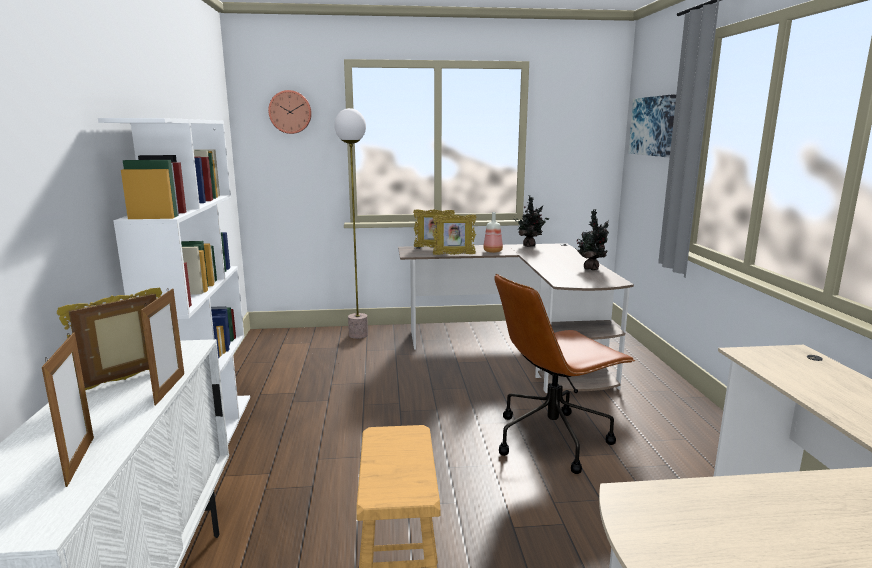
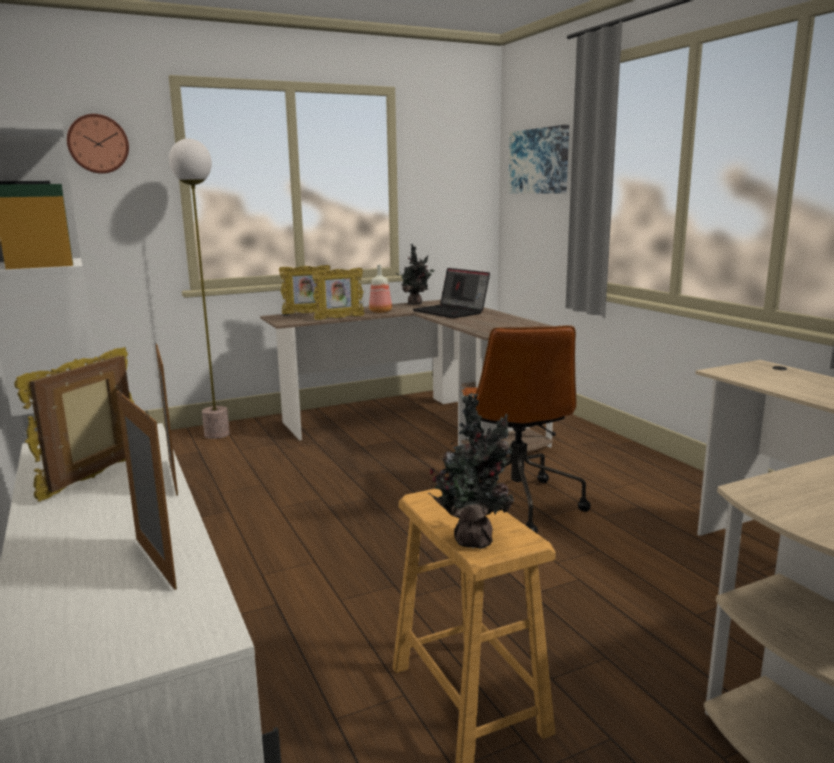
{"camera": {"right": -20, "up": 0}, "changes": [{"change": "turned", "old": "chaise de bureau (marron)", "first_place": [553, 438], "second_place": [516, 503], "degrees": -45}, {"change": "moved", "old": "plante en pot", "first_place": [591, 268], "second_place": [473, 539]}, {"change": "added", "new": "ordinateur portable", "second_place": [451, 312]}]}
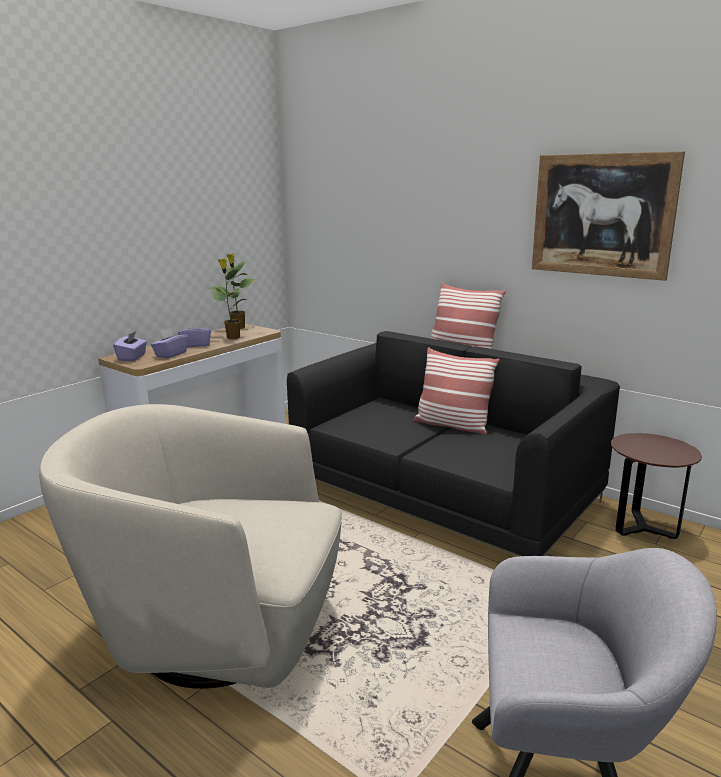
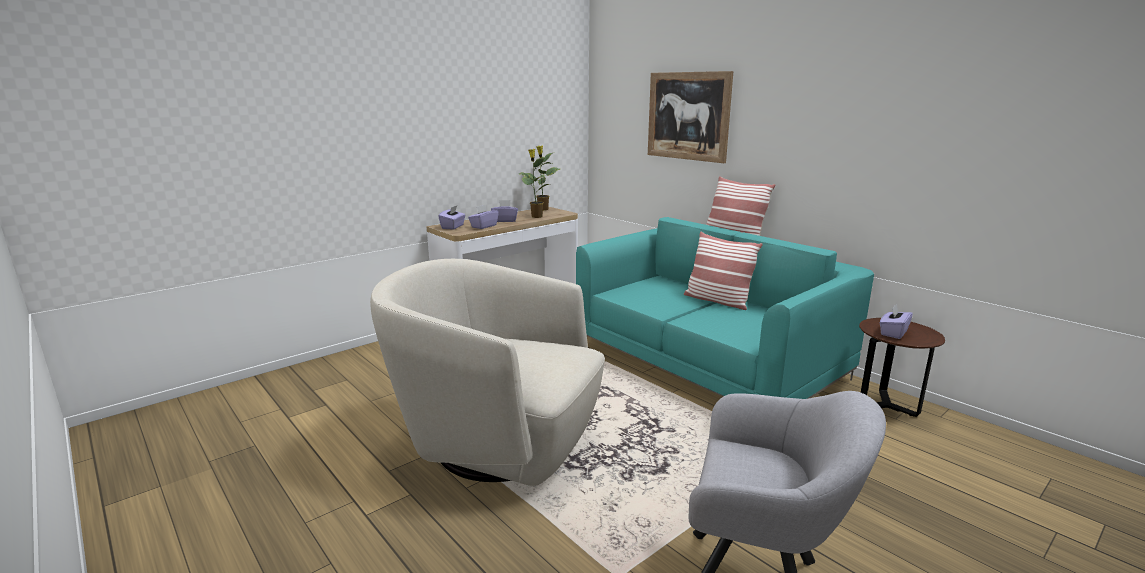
{"camera": {"right": 10, "up": 0}, "changes": [{"change": "recoloured", "old": "canapé (noir)", "new": "canapé (turquoise)", "first_place": [444, 491], "second_place": [707, 359]}, {"change": "moved", "old": "tableau", "first_place": [602, 215], "second_place": [688, 116]}, {"change": "added", "new": "boîte à mouchoirs (violet)", "second_place": [893, 332]}]}
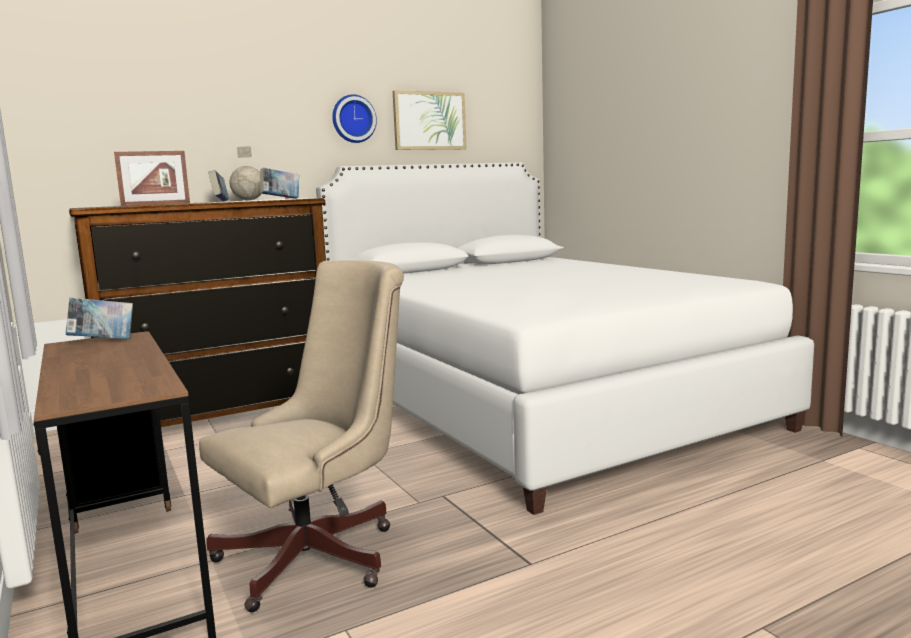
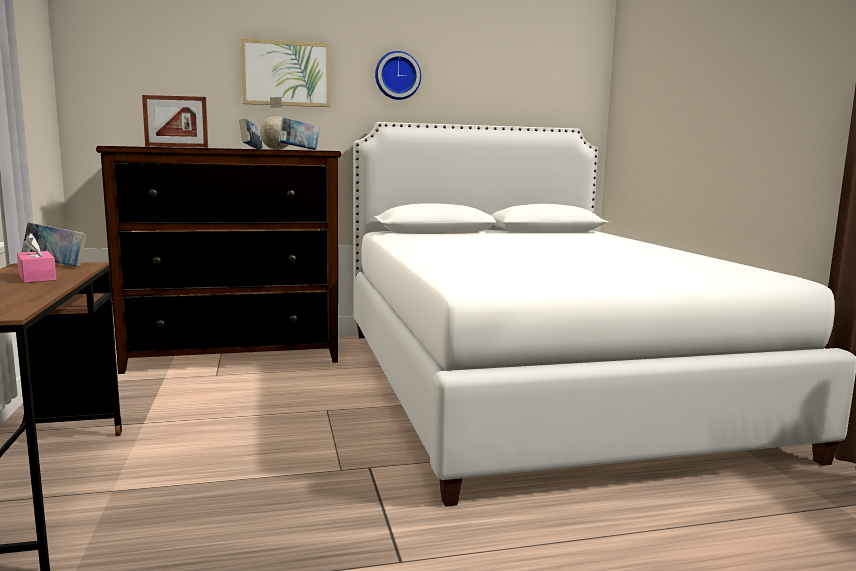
{"camera": {"right": 15, "up": 0}, "changes": [{"change": "removed", "old": "chaise de bureau (beige)", "first_place": [320, 554]}, {"change": "moved", "old": "tableau", "first_place": [429, 121], "second_place": [286, 74]}, {"change": "added", "new": "boîte à mouchoirs (rose)", "second_place": [37, 277]}]}
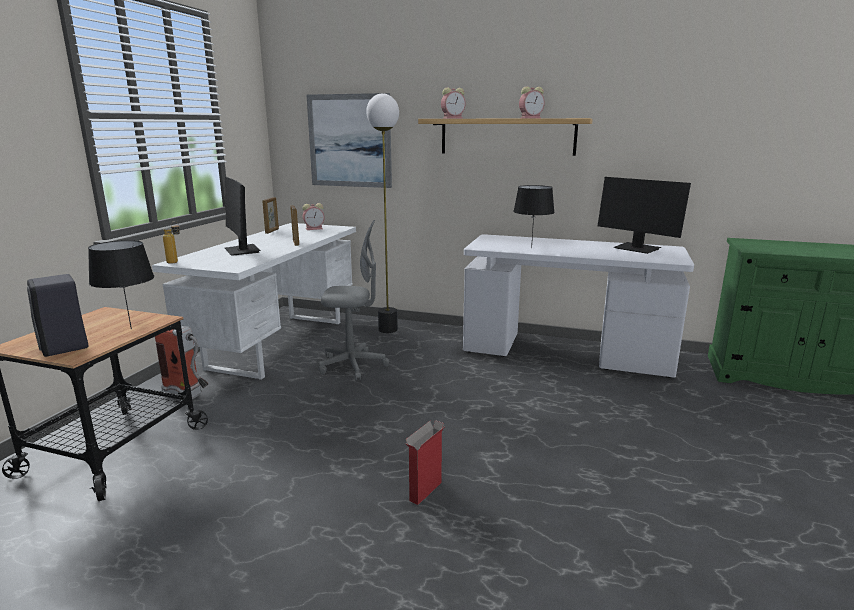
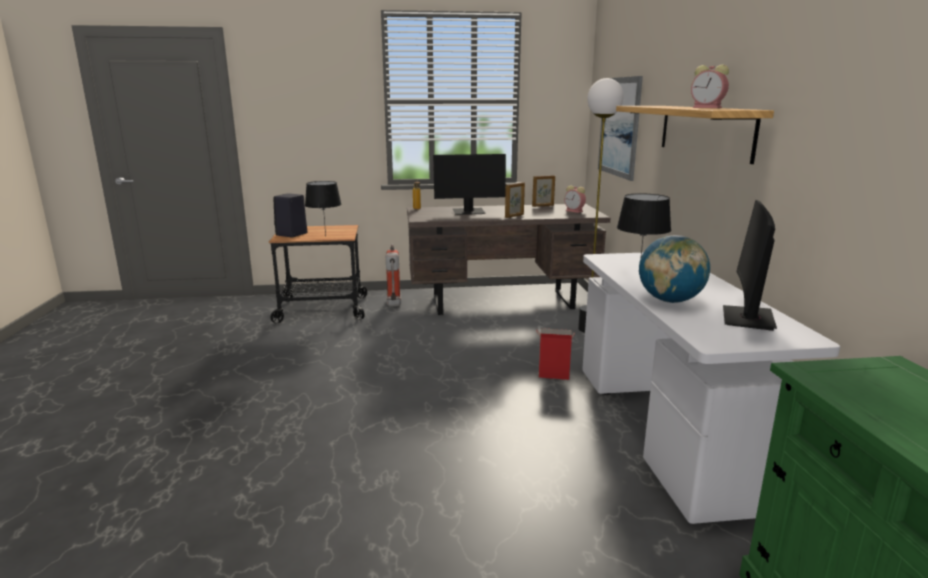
{"camera": {"right": 65, "up": 0}, "changes": [{"change": "recoloured", "old": "bureau (blanc)", "new": "bureau (marron)", "first_place": [278, 343], "second_place": [503, 302]}, {"change": "turned", "old": "écran d'ordinateur", "first_place": [242, 250], "second_place": [468, 212], "degrees": -135}, {"change": "removed", "old": "chaise de bureau (gris)", "first_place": [352, 365]}, {"change": "moved", "old": "carton", "first_place": [425, 492], "second_place": [553, 377]}, {"change": "removed", "old": "réveil", "first_place": [453, 118]}, {"change": "added", "new": "globe", "second_place": [670, 301]}]}
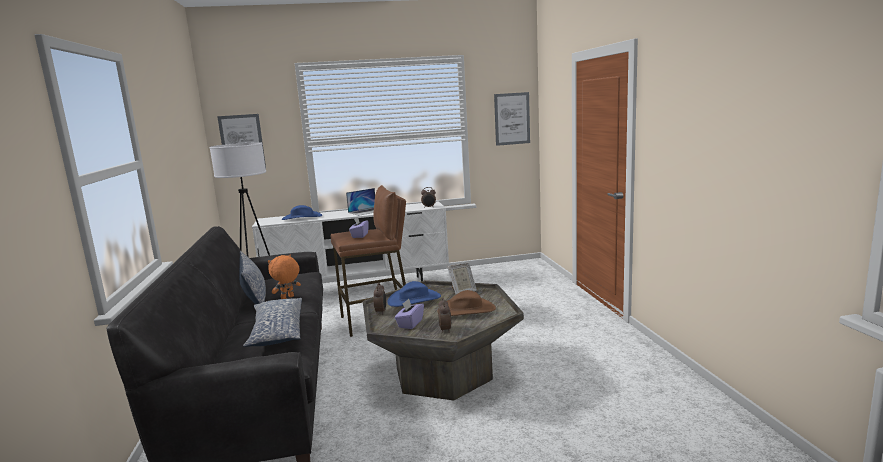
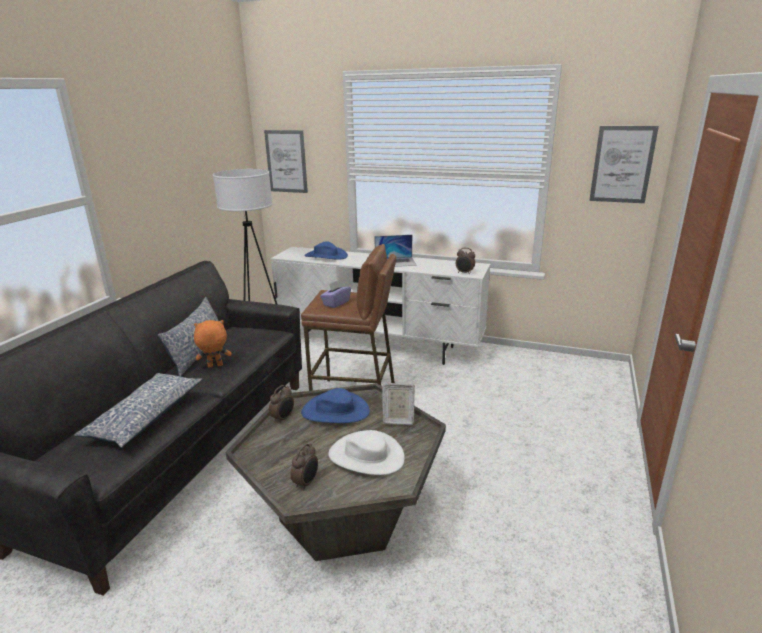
{"camera": {"right": 30, "up": 10}, "changes": [{"change": "removed", "old": "boîte à mouchoirs (violet)", "first_place": [410, 323]}, {"change": "recoloured", "old": "chapeau (marron)", "new": "chapeau (blanc)", "first_place": [466, 310], "second_place": [366, 456]}]}
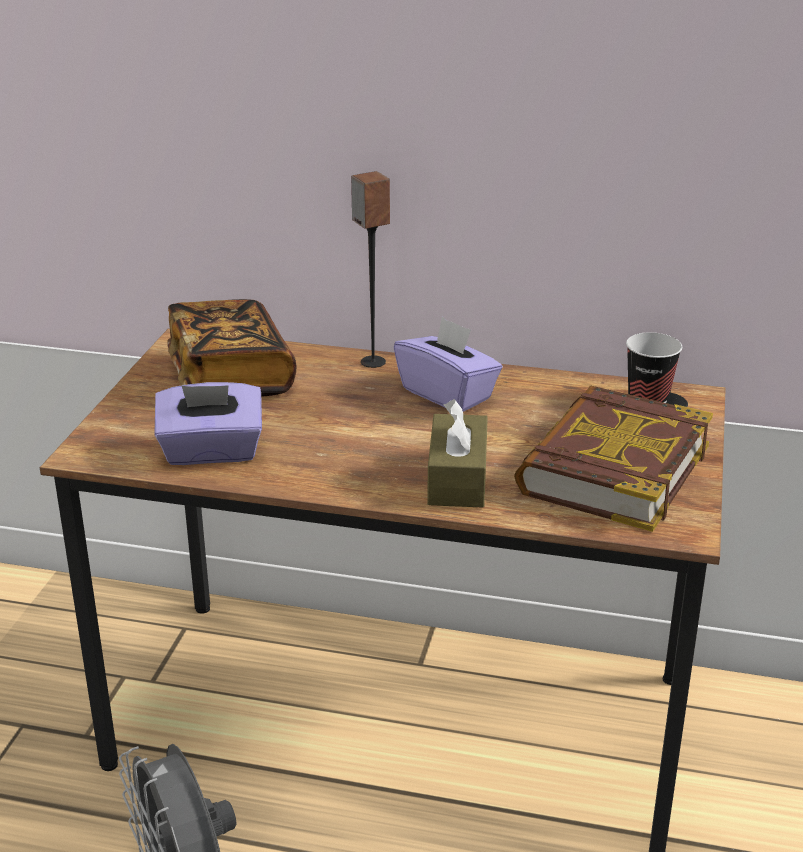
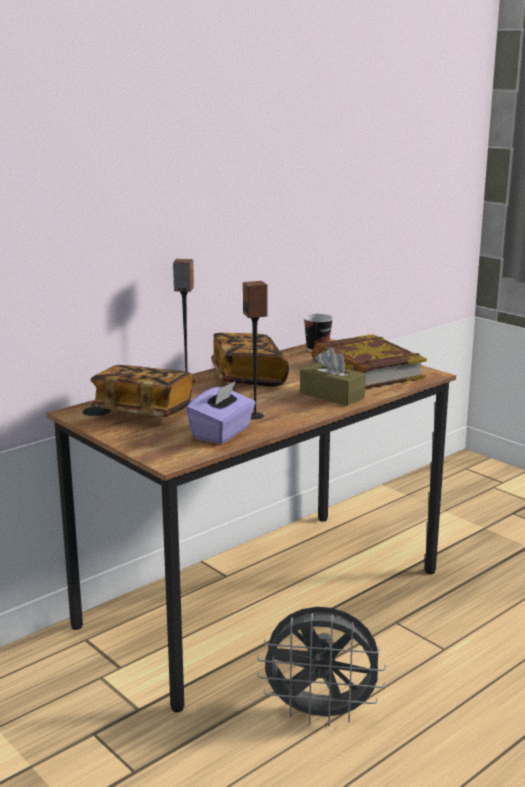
{"camera": {"right": -55, "up": -10}, "changes": [{"change": "replaced", "old": "boîte à mouchoirs (violet)", "new": "livre", "first_place": [447, 394], "second_place": [248, 377]}, {"change": "added", "new": "enceinte", "second_place": [255, 416]}]}
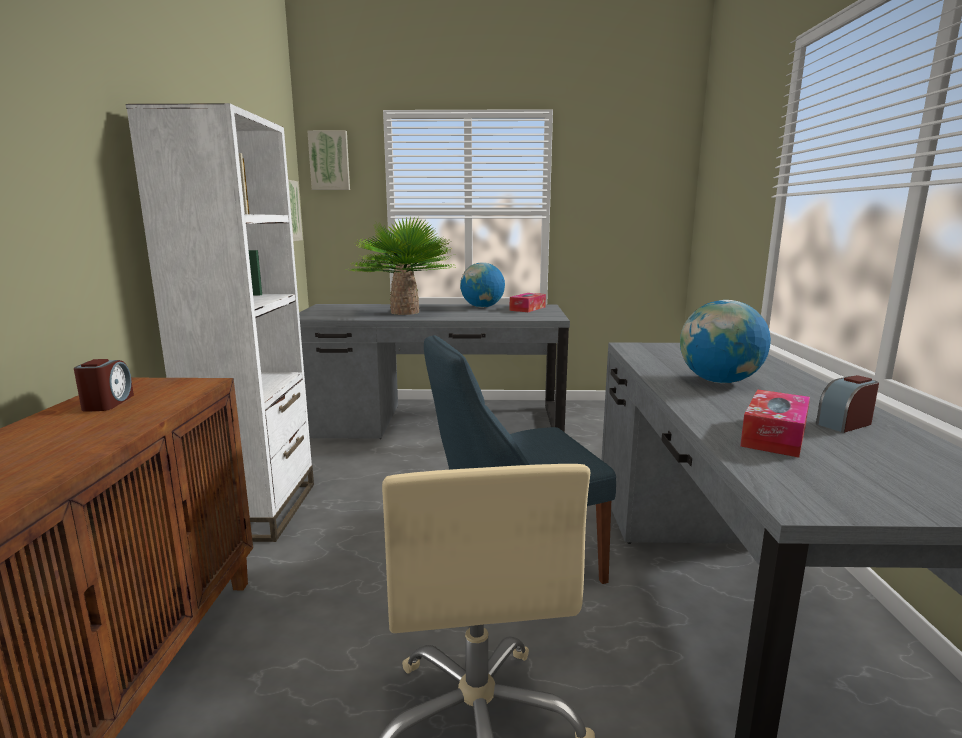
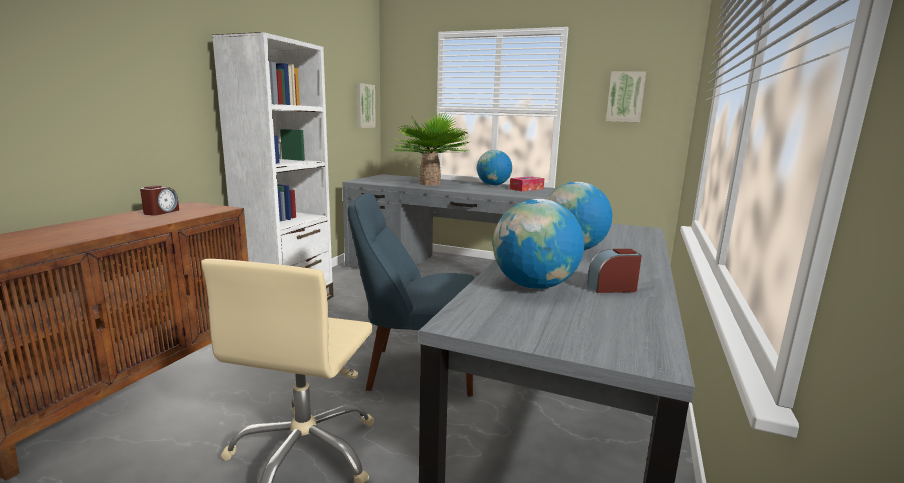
{"camera": {"right": 20, "up": 0}, "changes": [{"change": "moved", "old": "tableau", "first_place": [329, 160], "second_place": [625, 97]}, {"change": "replaced", "old": "boîte à mouchoirs", "new": "globe", "first_place": [774, 436], "second_place": [534, 286]}]}
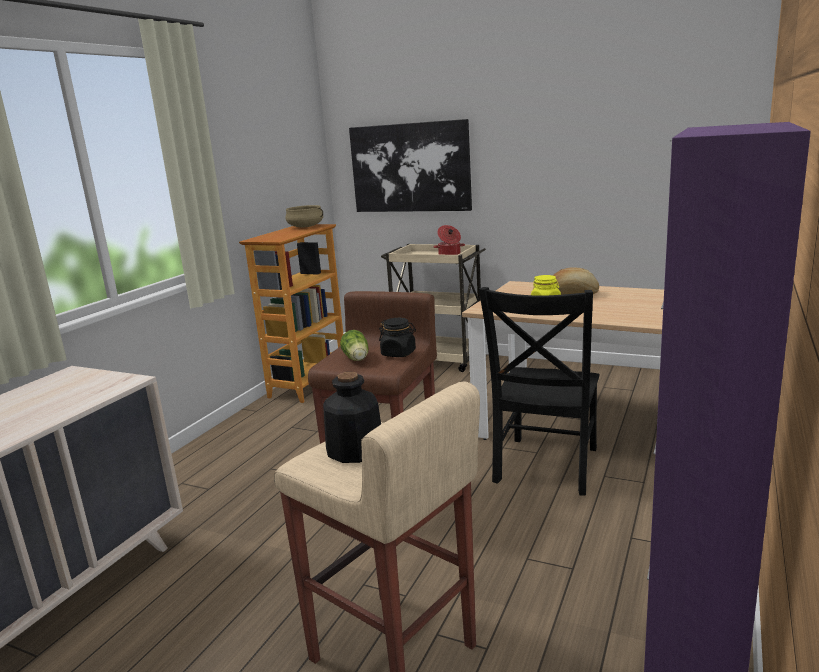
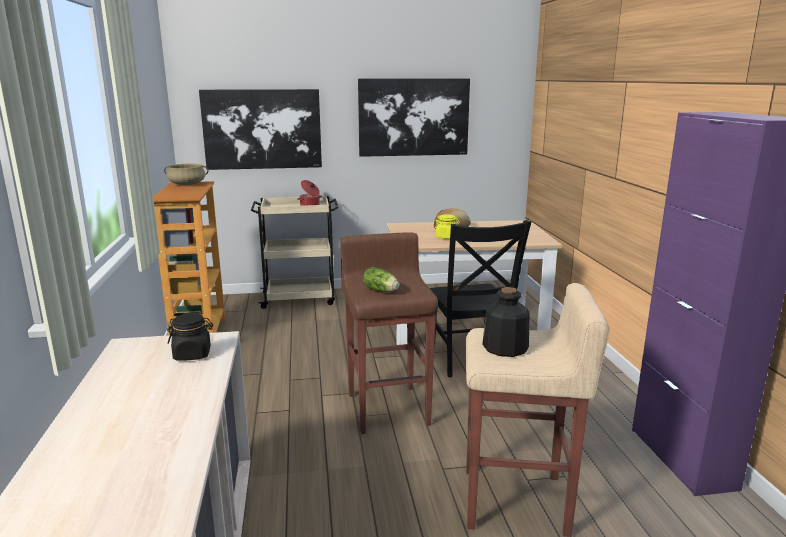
{"camera": {"right": -35, "up": 0}, "changes": [{"change": "moved", "old": "bocal (noir)", "first_place": [398, 353], "second_place": [192, 354]}, {"change": "added", "new": "tableau", "second_place": [413, 117]}]}
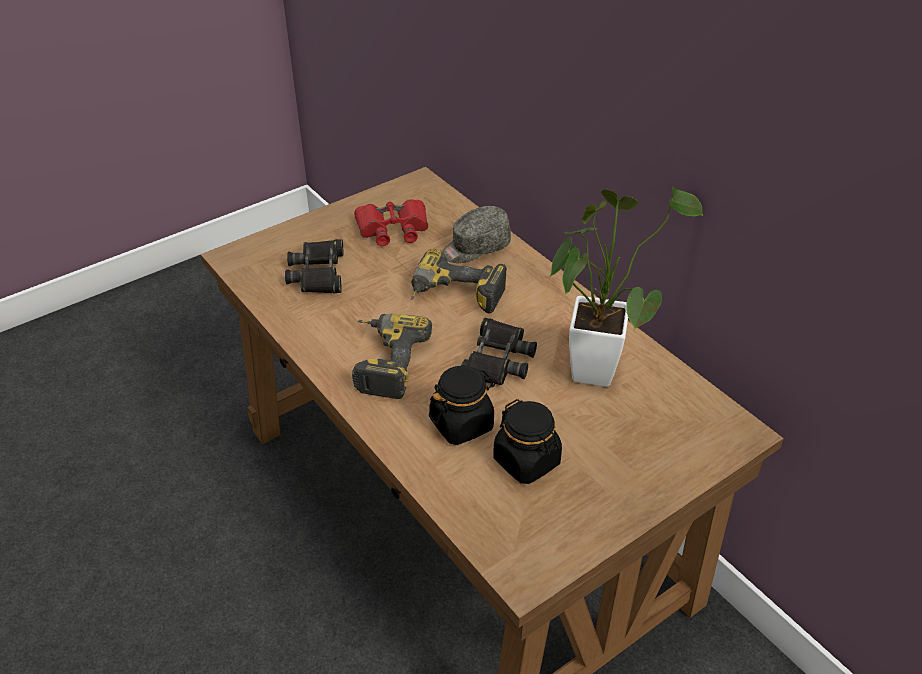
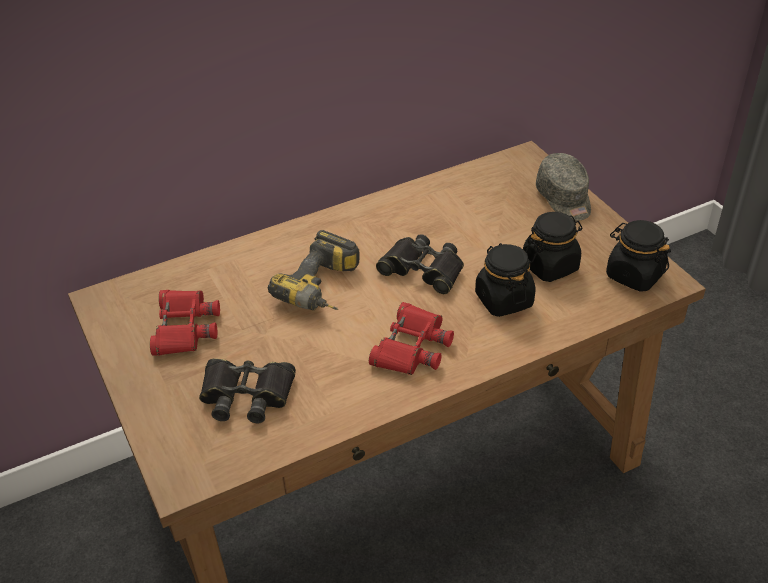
{"camera": {"right": -80, "up": 0}, "changes": [{"change": "replaced", "old": "perceuse", "new": "jumelles (rouge)", "first_place": [383, 362], "second_place": [411, 347]}, {"change": "moved", "old": "casquette (gris)", "first_place": [475, 248], "second_place": [564, 199]}, {"change": "removed", "old": "plante en pot", "first_place": [595, 364]}, {"change": "added", "new": "bocal (noir)", "second_place": [634, 275]}]}
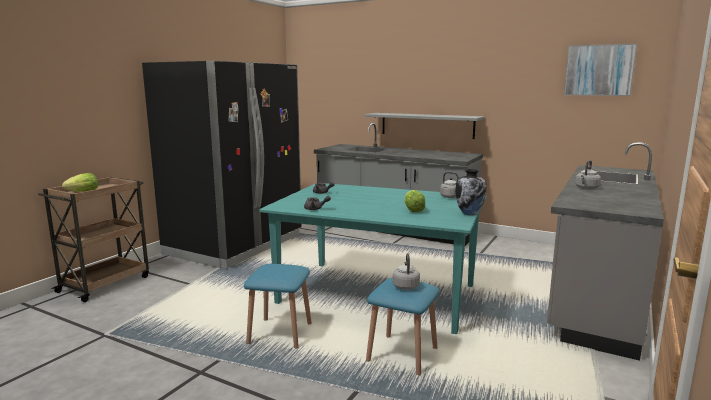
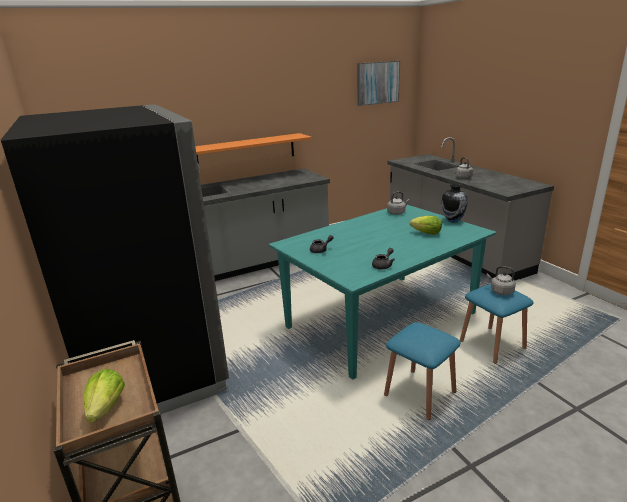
{"camera": {"right": -55, "up": 10}, "changes": [{"change": "recoloured", "old": "étagère (gris)", "new": "étagère (orange)", "first_place": [426, 125], "second_place": [246, 151]}]}
